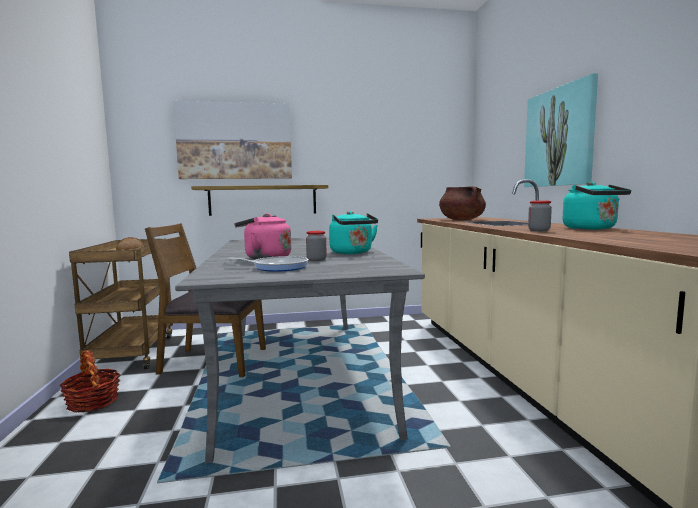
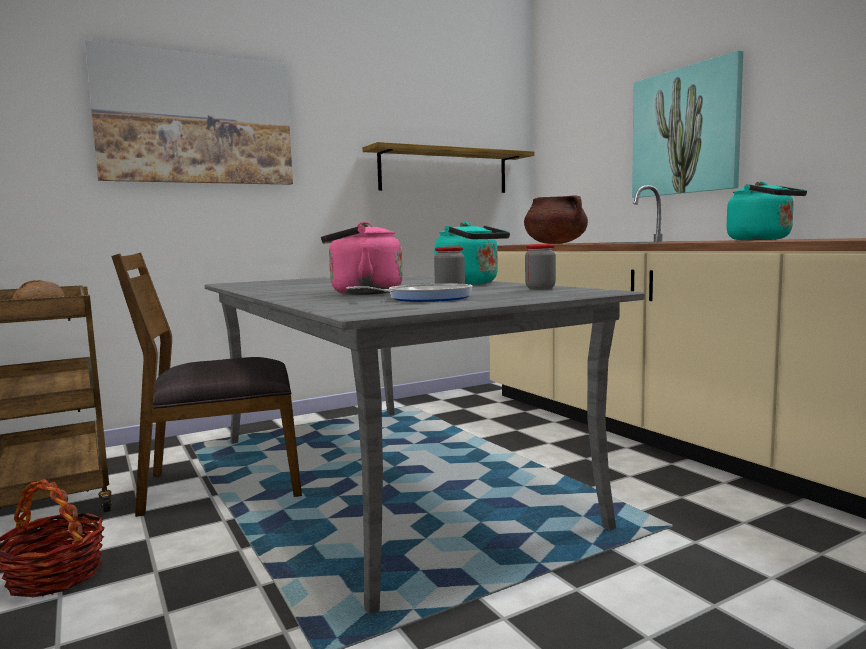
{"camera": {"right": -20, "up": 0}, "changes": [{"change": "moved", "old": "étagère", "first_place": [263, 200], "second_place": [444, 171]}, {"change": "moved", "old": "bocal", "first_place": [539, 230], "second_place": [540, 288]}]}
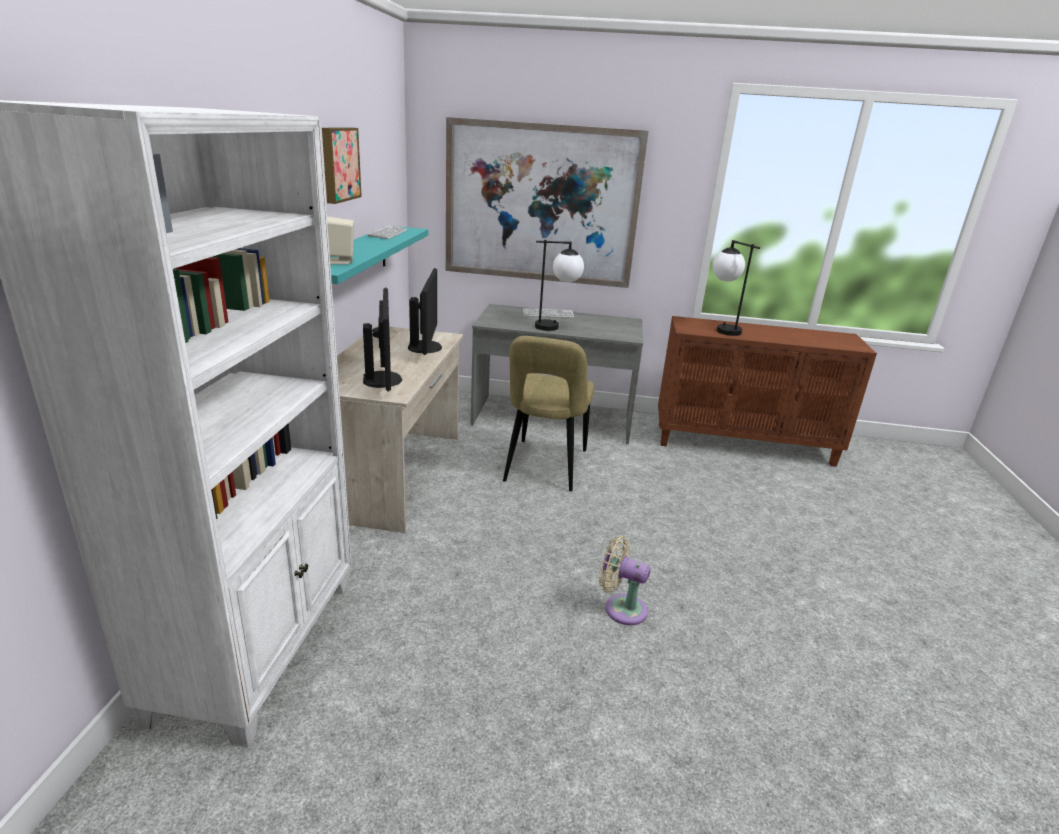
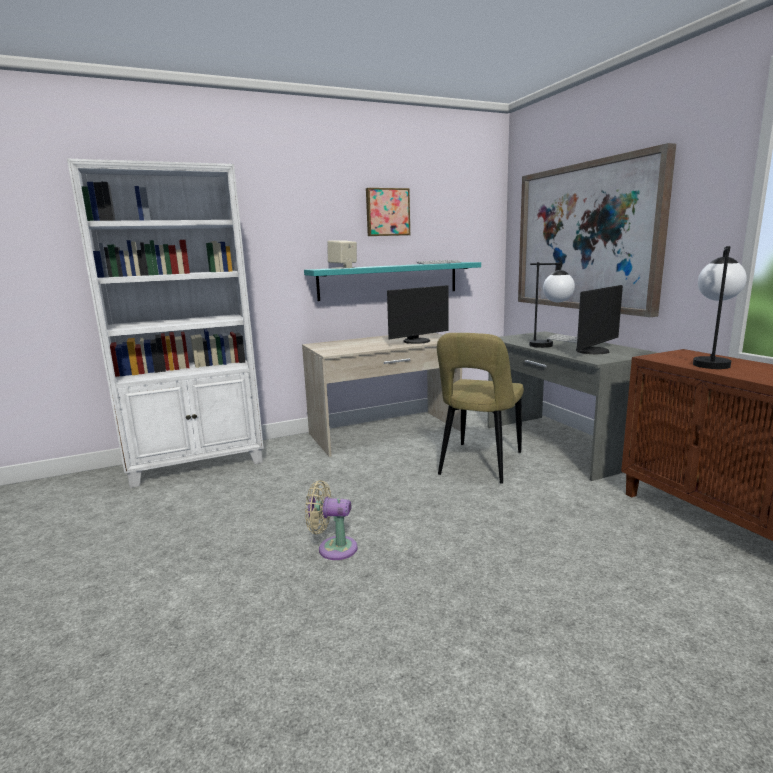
{"camera": {"right": 60, "up": -10}, "changes": [{"change": "moved", "old": "écran d'ordinateur", "first_place": [384, 380], "second_place": [594, 351]}, {"change": "turned", "old": "chaise (beige)", "first_place": [544, 468], "second_place": [479, 465], "degrees": -45}, {"change": "turned", "old": "ventilateur (beige)", "first_place": [621, 608], "second_place": [333, 548], "degrees": -75}]}
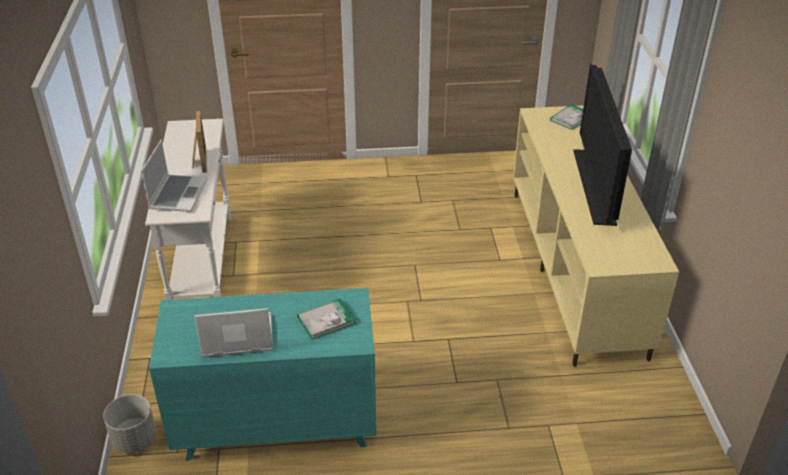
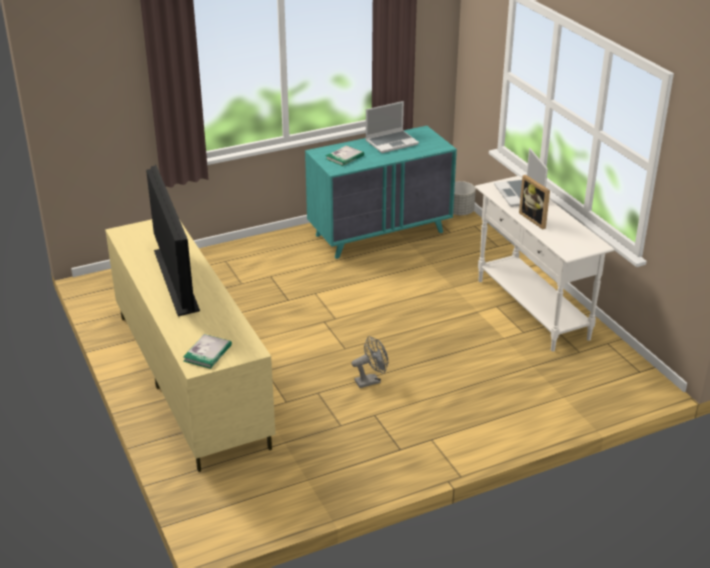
{"camera": {"right": 160, "up": -5}, "changes": [{"change": "added", "new": "ventilateur (gris)", "second_place": [371, 380]}]}
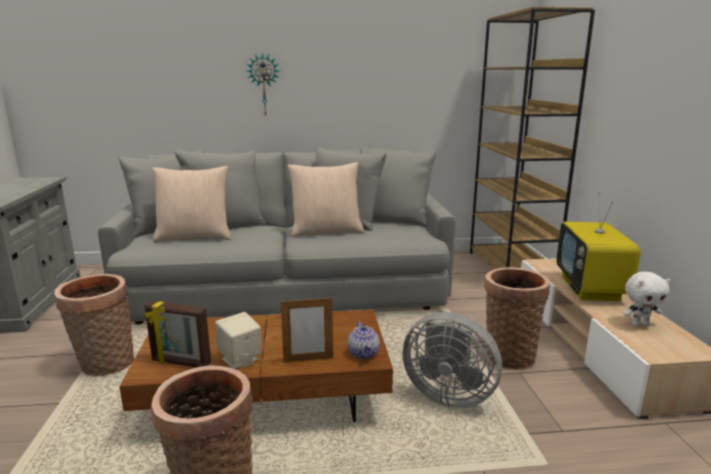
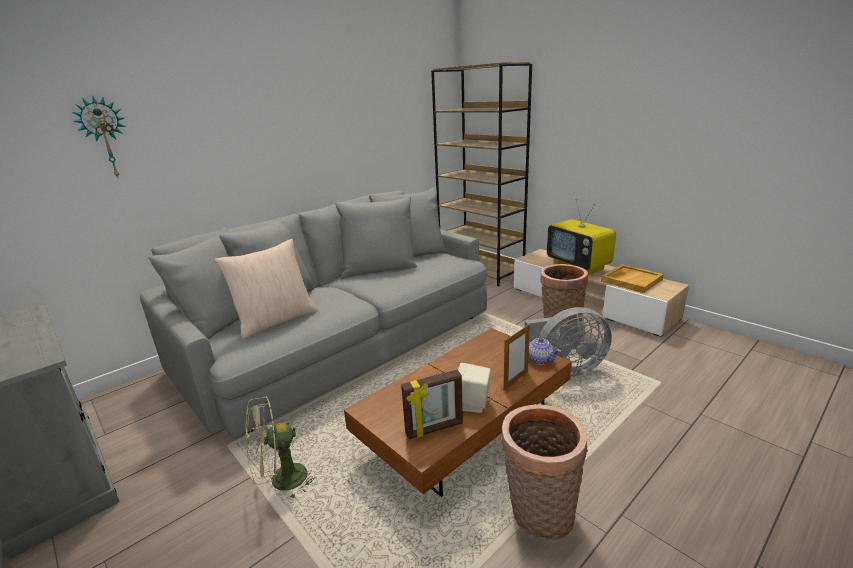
{"camera": {"right": -35, "up": 5}, "changes": [{"change": "replaced", "old": "panier", "new": "ventilateur (vert)", "first_place": [104, 365], "second_place": [281, 482]}, {"change": "moved", "old": "horloge murale", "first_place": [264, 84], "second_place": [105, 138]}, {"change": "removed", "old": "coussin (beige)", "first_place": [326, 231]}, {"change": "replaced", "old": "peluche (blanc)", "new": "plateau (beige)", "first_place": [640, 324], "second_place": [631, 280]}]}
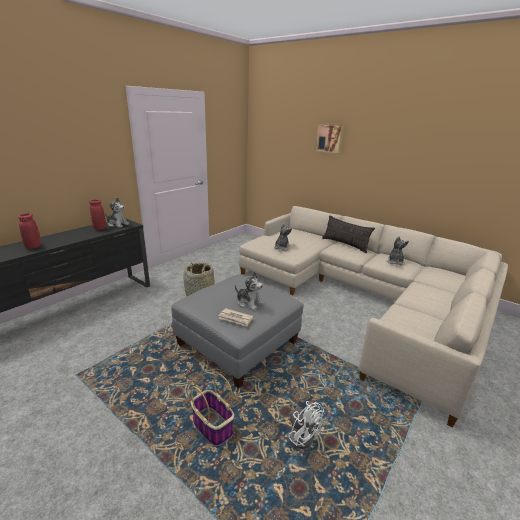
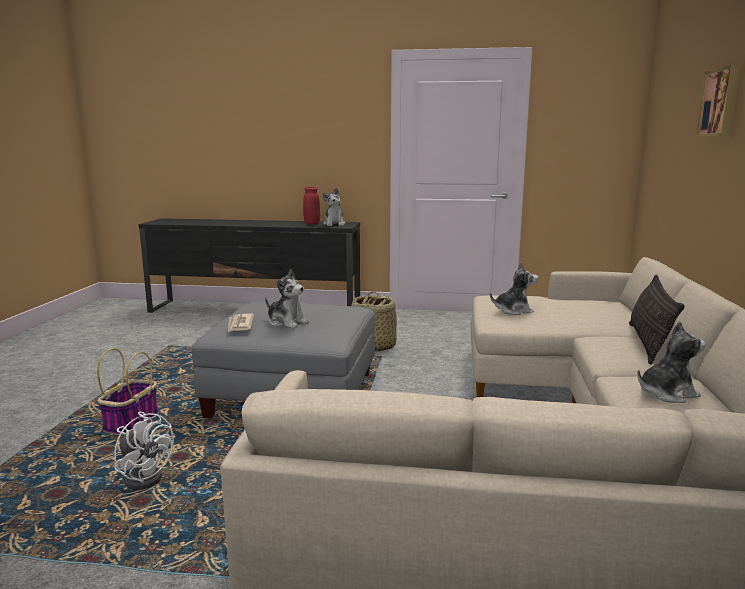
{"camera": {"right": 60, "up": -10}, "changes": [{"change": "removed", "old": "vase (rouge)", "first_place": [33, 247]}, {"change": "turned", "old": "peluche", "first_place": [249, 303], "second_place": [287, 322], "degrees": -60}, {"change": "turned", "old": "ventilateur (blanc)", "first_place": [300, 434], "second_place": [145, 477], "degrees": -75}]}
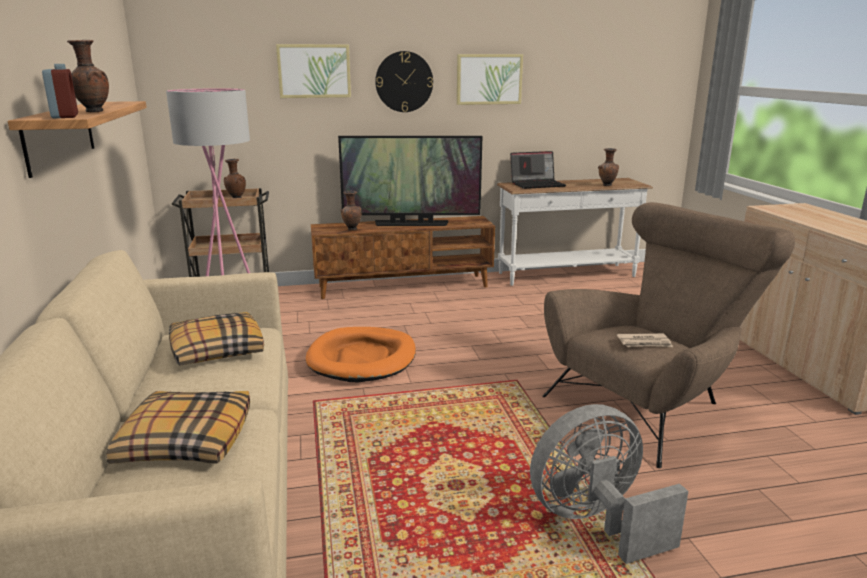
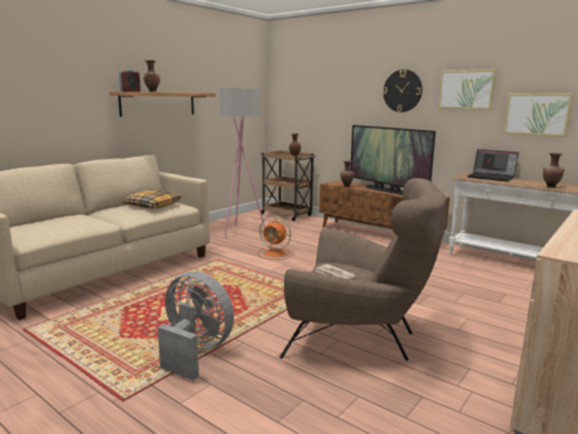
{"camera": {"right": 50, "up": -5}, "changes": [{"change": "removed", "old": "coussin", "first_place": [185, 440]}, {"change": "moved", "old": "tableau", "first_place": [314, 71], "second_place": [537, 114]}, {"change": "replaced", "old": "panier pour chien (orange)", "new": "ventilateur (orange)", "first_place": [362, 358], "second_place": [275, 254]}]}
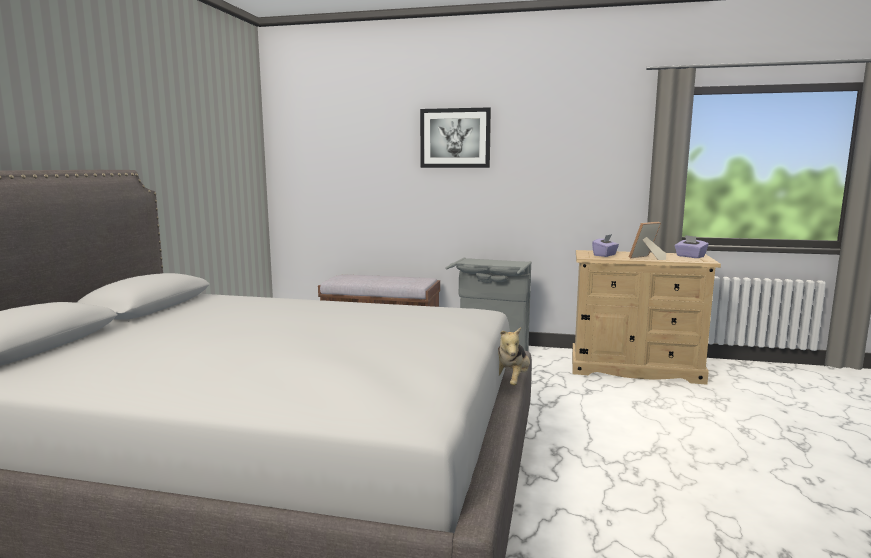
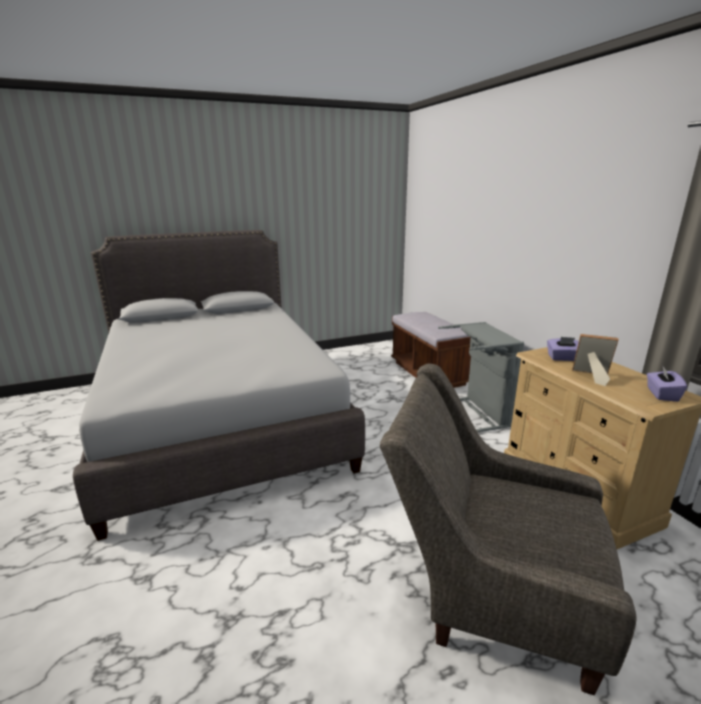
{"camera": {"right": 55, "up": 10}, "changes": [{"change": "removed", "old": "tableau", "first_place": [455, 138]}, {"change": "removed", "old": "peluche", "first_place": [511, 382]}, {"change": "added", "new": "fauteuil (gris)", "second_place": [488, 590]}]}
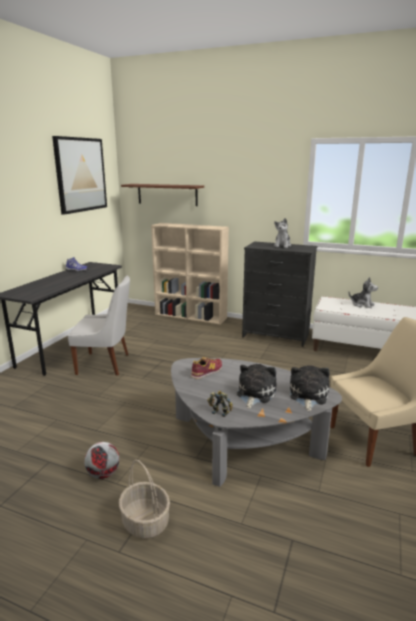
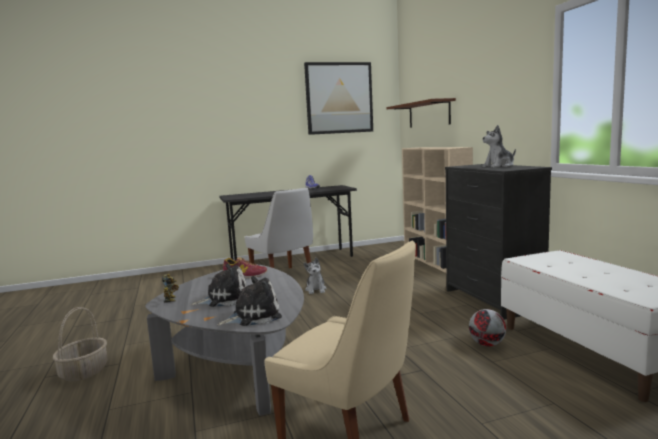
{"camera": {"right": 50, "up": -10}, "changes": [{"change": "moved", "old": "ballon de foot", "first_place": [103, 474], "second_place": [486, 344]}, {"change": "moved", "old": "peluche", "first_place": [362, 304], "second_place": [316, 289]}]}
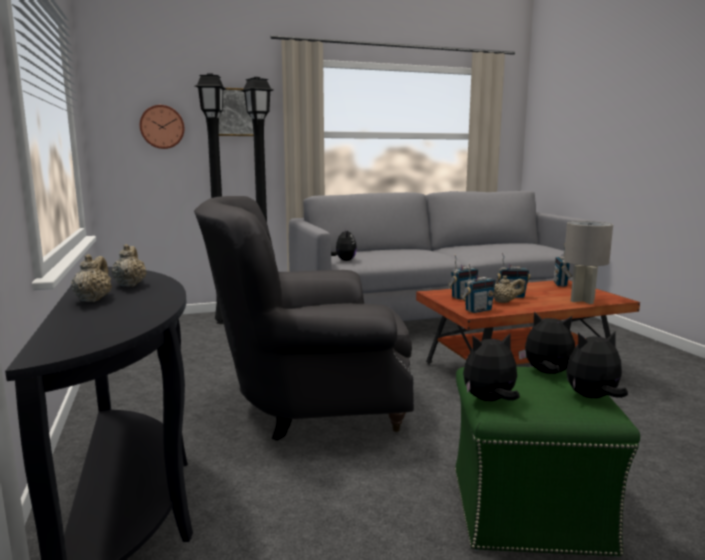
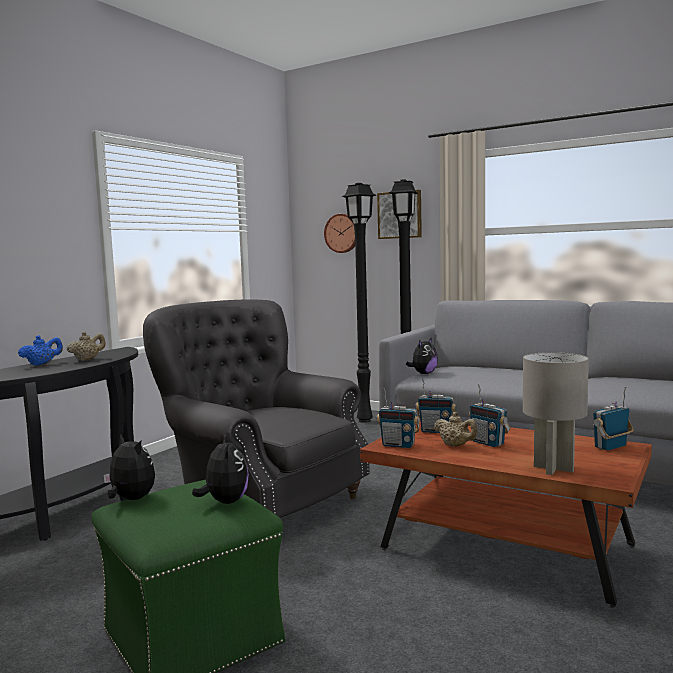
{"camera": {"right": 50, "up": -5}, "changes": [{"change": "recoloured", "old": "théière (beige)", "new": "théière (bleu)", "first_place": [93, 299], "second_place": [42, 364]}, {"change": "removed", "old": "peluche", "first_place": [593, 398]}]}
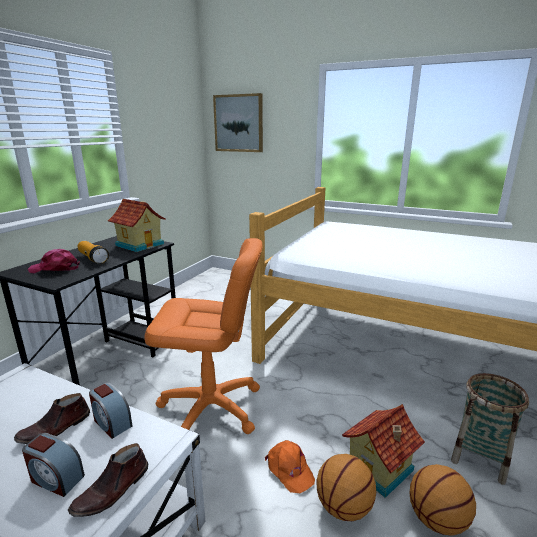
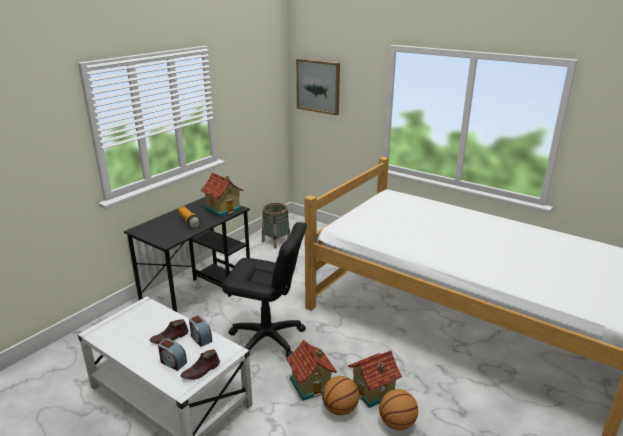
{"camera": {"right": 10, "up": 5}, "changes": [{"change": "removed", "old": "casquette (rose)", "first_place": [55, 268]}, {"change": "recoloured", "old": "chaise de bureau (orange)", "new": "chaise de bureau (noir)", "first_place": [211, 408], "second_place": [267, 339]}, {"change": "replaced", "old": "casquette (orange)", "new": "maison miniature", "first_place": [289, 469], "second_place": [312, 384]}, {"change": "moved", "old": "panier", "first_place": [480, 457], "second_place": [276, 241]}]}
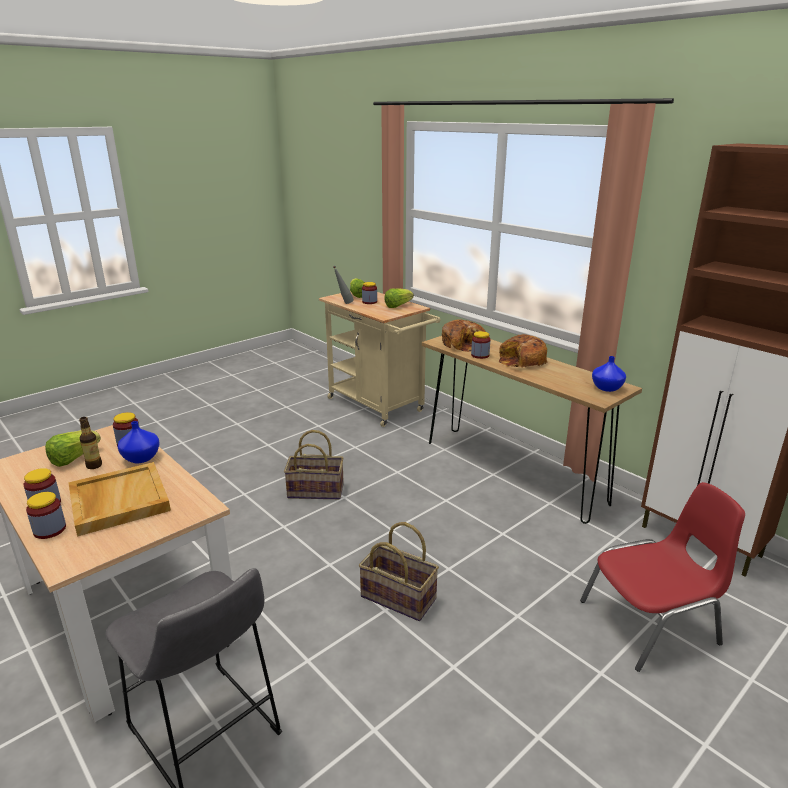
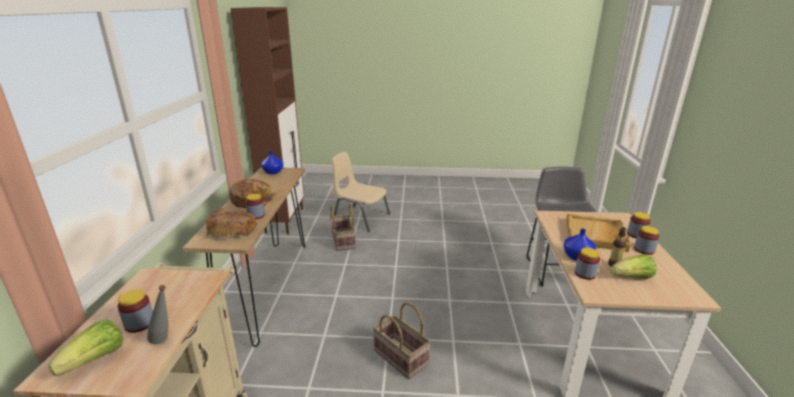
{"camera": {"right": -135, "up": 0}, "changes": [{"change": "moved", "old": "panier", "first_place": [399, 597], "second_place": [342, 241]}, {"change": "removed", "old": "laitue", "first_place": [397, 306]}, {"change": "recoloured", "old": "chaise (rouge)", "new": "chaise (beige)", "first_place": [651, 623], "second_place": [360, 217]}]}
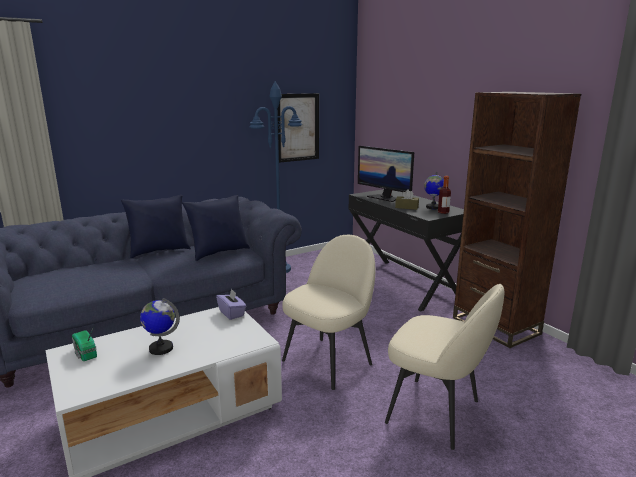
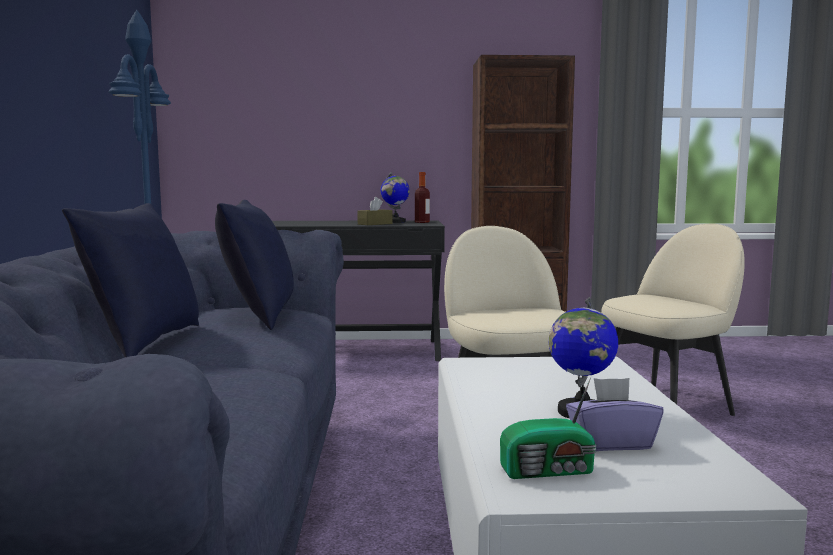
{"camera": {"right": -60, "up": -10}, "changes": [{"change": "moved", "old": "boîte à mouchoirs (violet)", "first_place": [232, 313], "second_place": [611, 443]}, {"change": "removed", "old": "tableau", "first_place": [298, 127]}, {"change": "removed", "old": "écran d'ordinateur", "first_place": [384, 198]}]}
